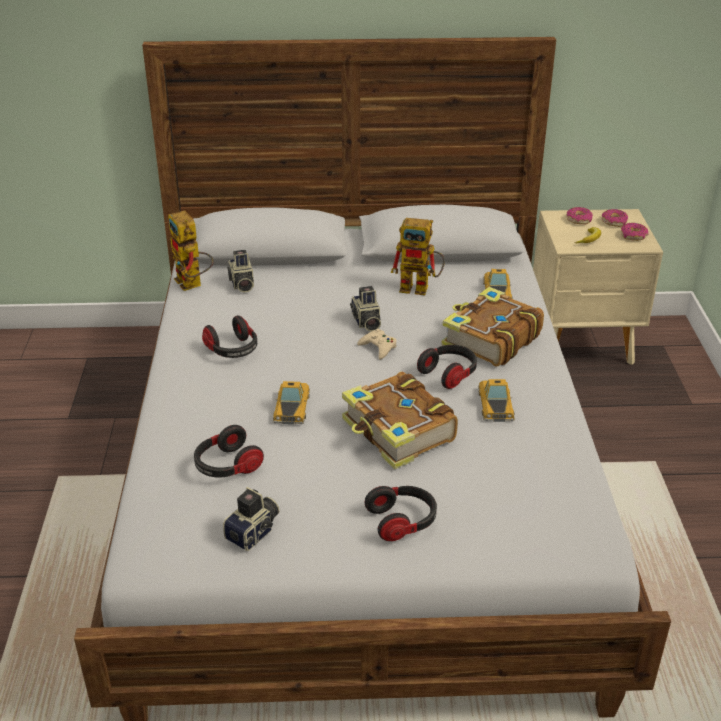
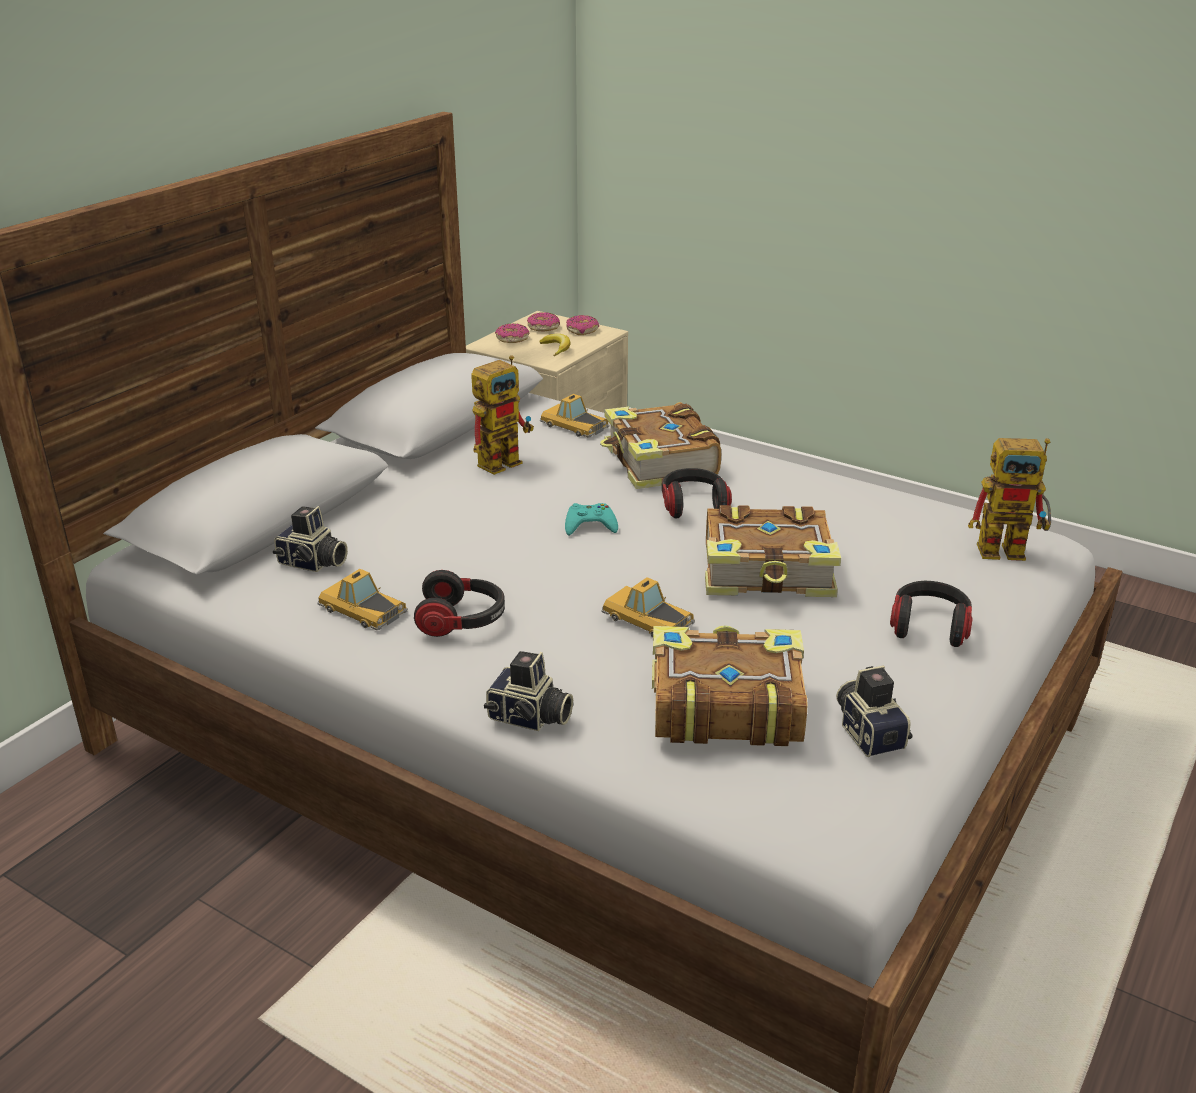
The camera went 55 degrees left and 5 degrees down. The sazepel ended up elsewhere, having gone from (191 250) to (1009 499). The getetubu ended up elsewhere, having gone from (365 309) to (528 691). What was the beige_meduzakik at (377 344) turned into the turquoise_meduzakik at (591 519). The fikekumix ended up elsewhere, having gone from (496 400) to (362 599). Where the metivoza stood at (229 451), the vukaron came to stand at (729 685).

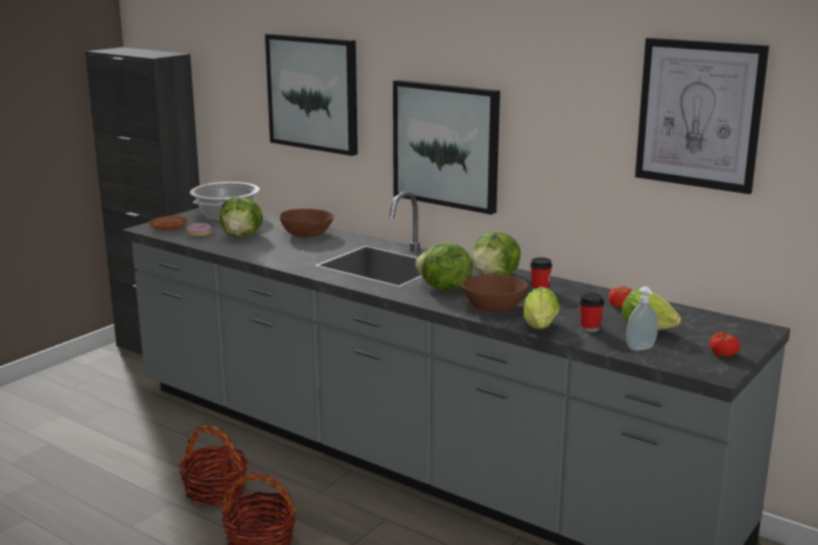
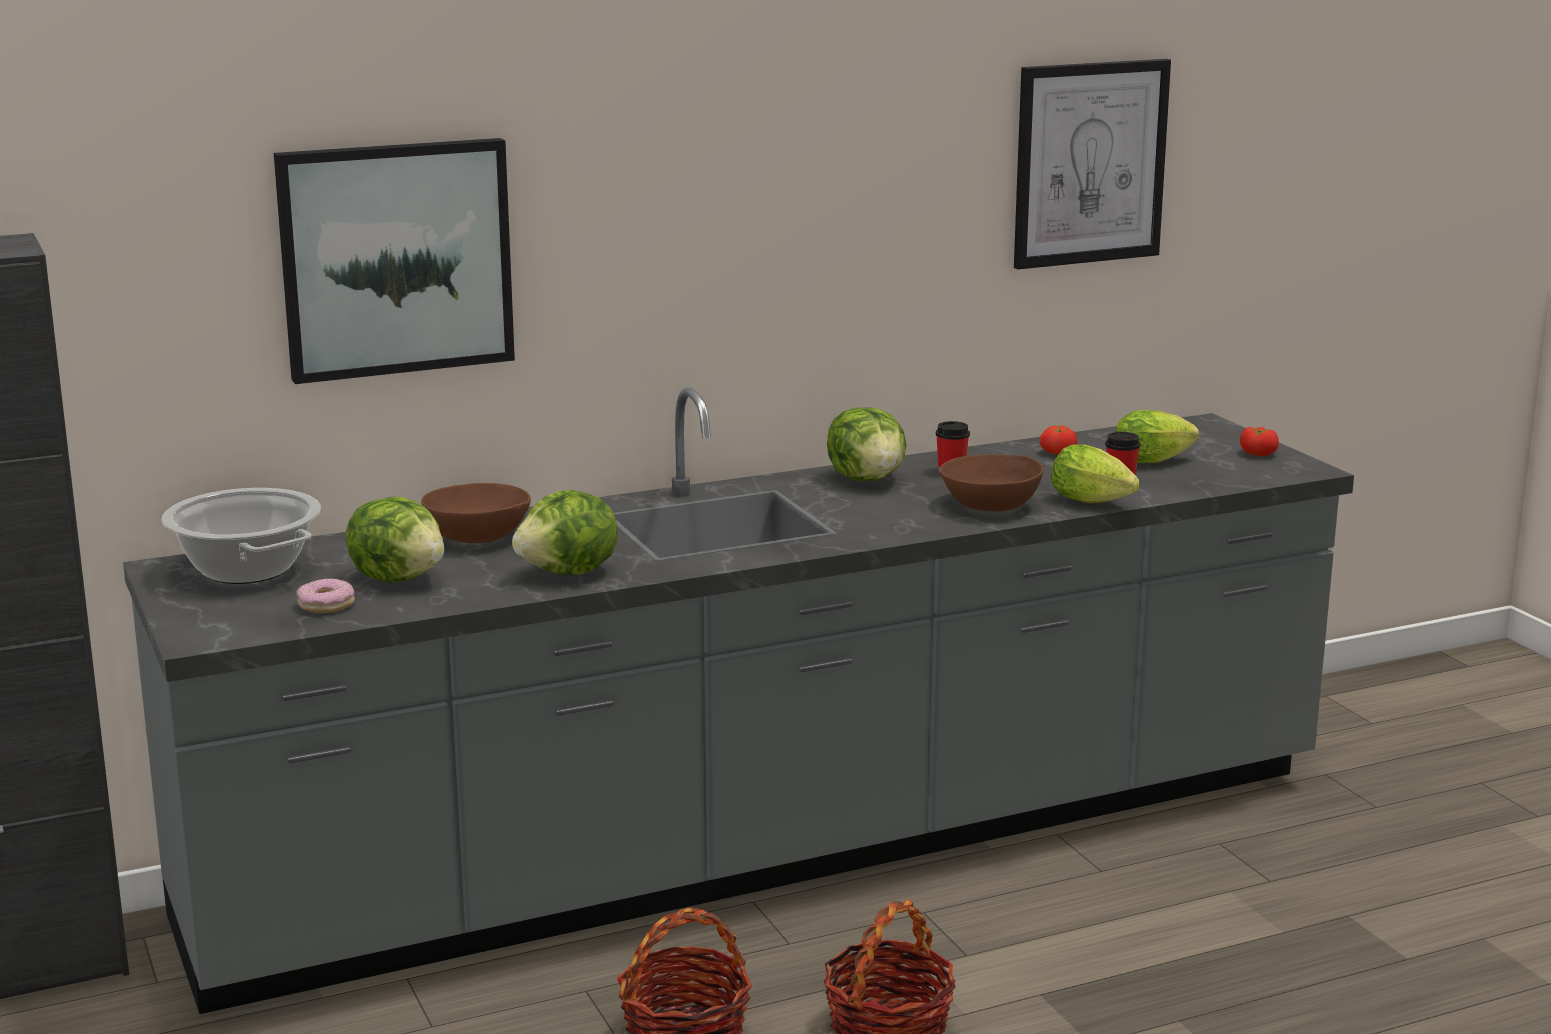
The camera went 60 degrees left and 0 degrees up. The second view lost the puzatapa at (446 147). The second view lost the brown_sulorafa at (168 223). The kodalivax ended up elsewhere, having gone from (444 266) to (565 532). The second view lost the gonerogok at (642 319).

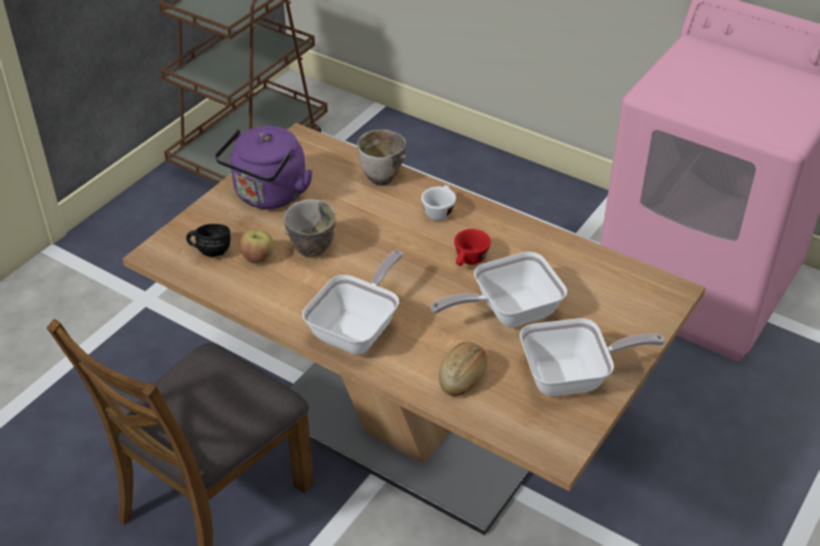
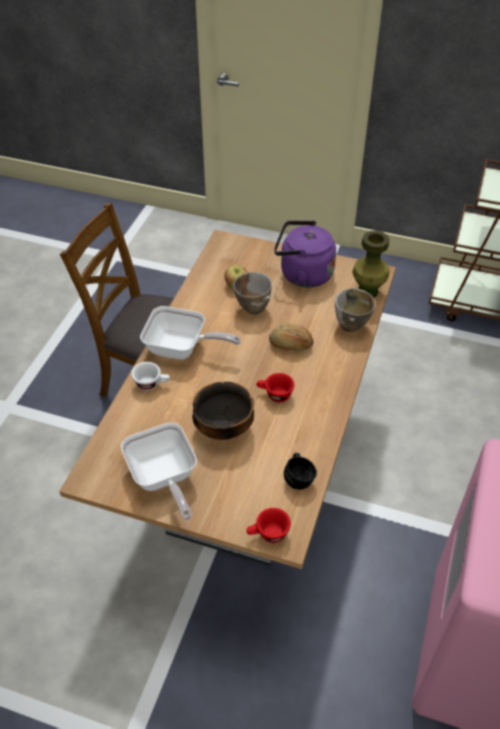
The camera went 75 degrees right and 5 degrees up. The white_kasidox ended up elsewhere, having gone from (438 202) to (150 376). The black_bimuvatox ended up elsewhere, having gone from (208 240) to (300 471). Where the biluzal stood at (498 289), the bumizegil came to stand at (223 411). The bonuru ended up elsewhere, having gone from (463 369) to (291 337). The second view gained the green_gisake at (371 264). The second view gained the red_kasidox at (268 525).

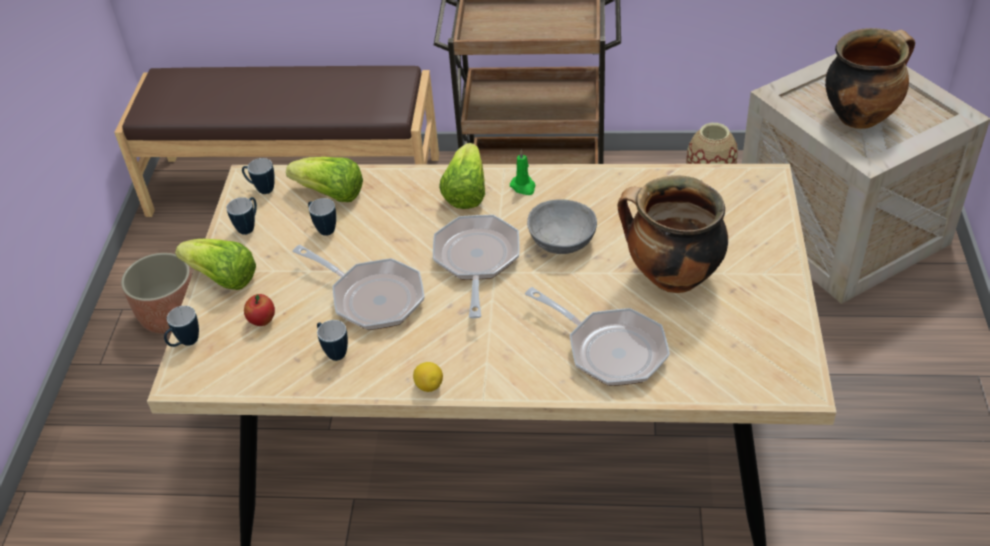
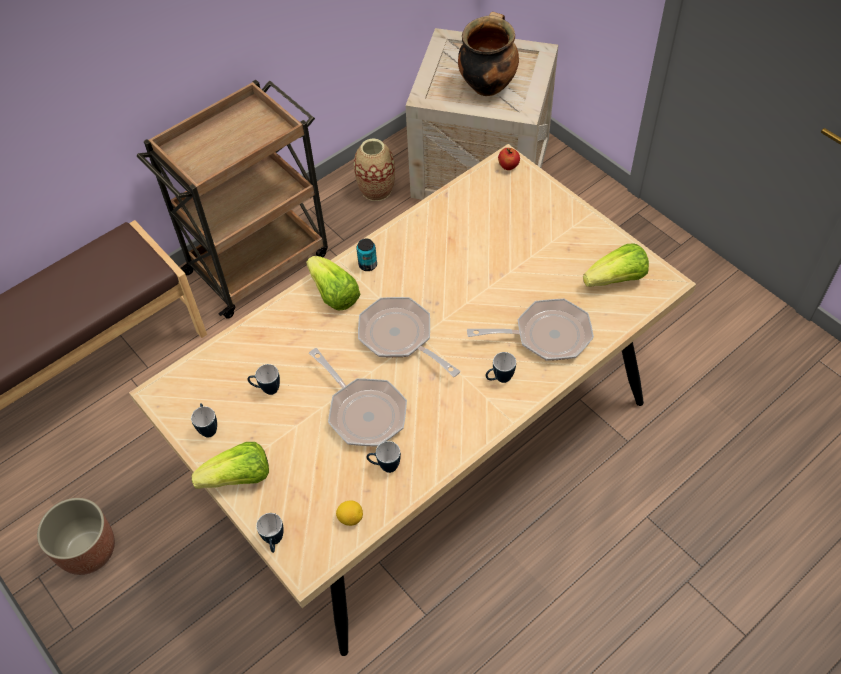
The camera went 45 degrees left and 10 degrees up. Where the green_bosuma stood at (523 172), the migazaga came to stand at (366 255). The kodalivax ended up elsewhere, having gone from (324 179) to (616 265). The bimuvatox ended up elsewhere, having gone from (258 176) to (501 367). The second view lost the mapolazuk at (672 234). The second view lost the grey_bumizegil at (562 226). The biluzal at (358 287) ended up facing another way, 60 degrees clockwise from before. The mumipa ended up elsewhere, having gone from (259 310) to (509 159). The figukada ended up elsewhere, having gone from (428 377) to (349 513).

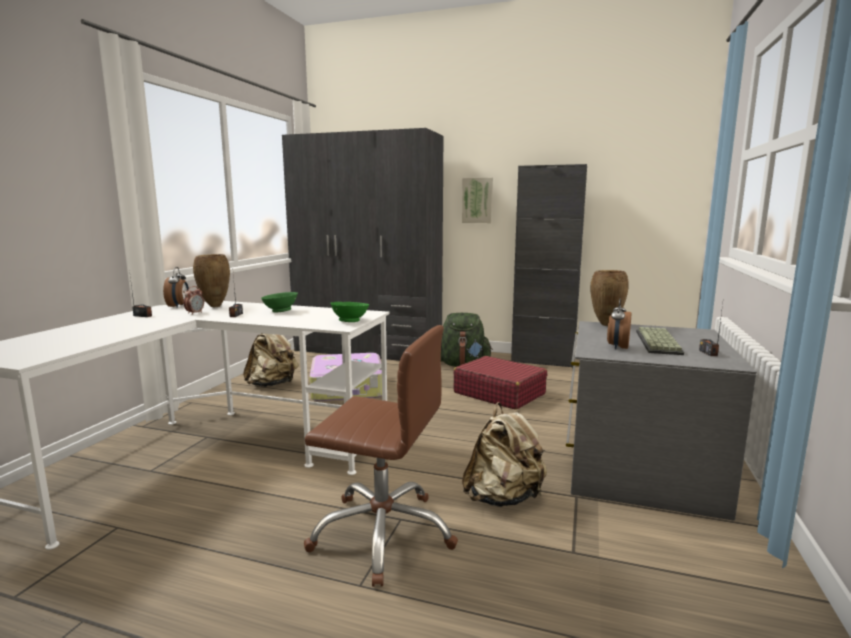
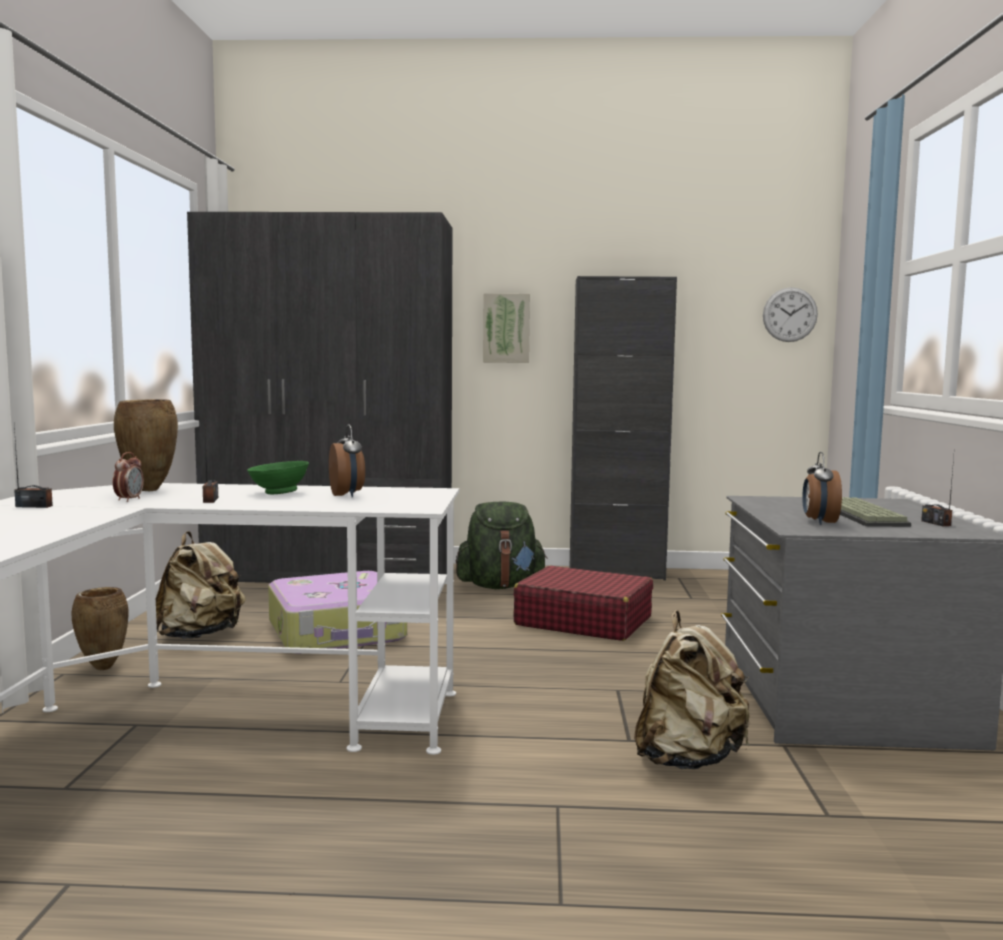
The camera went 15 degrees left and 5 degrees down. The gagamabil ended up elsewhere, having gone from (176 287) to (347 461). The brown_gisake ended up elsewhere, having gone from (609 298) to (100 628). The second view lost the green_bumizegil at (349 312). The second view lost the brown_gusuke at (381 456). The second view gained the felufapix at (790 314).

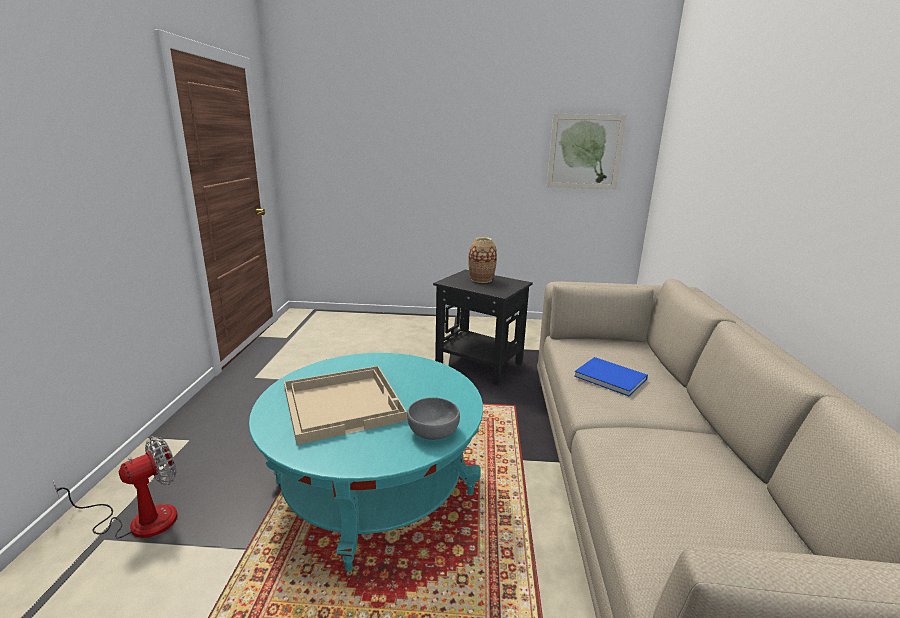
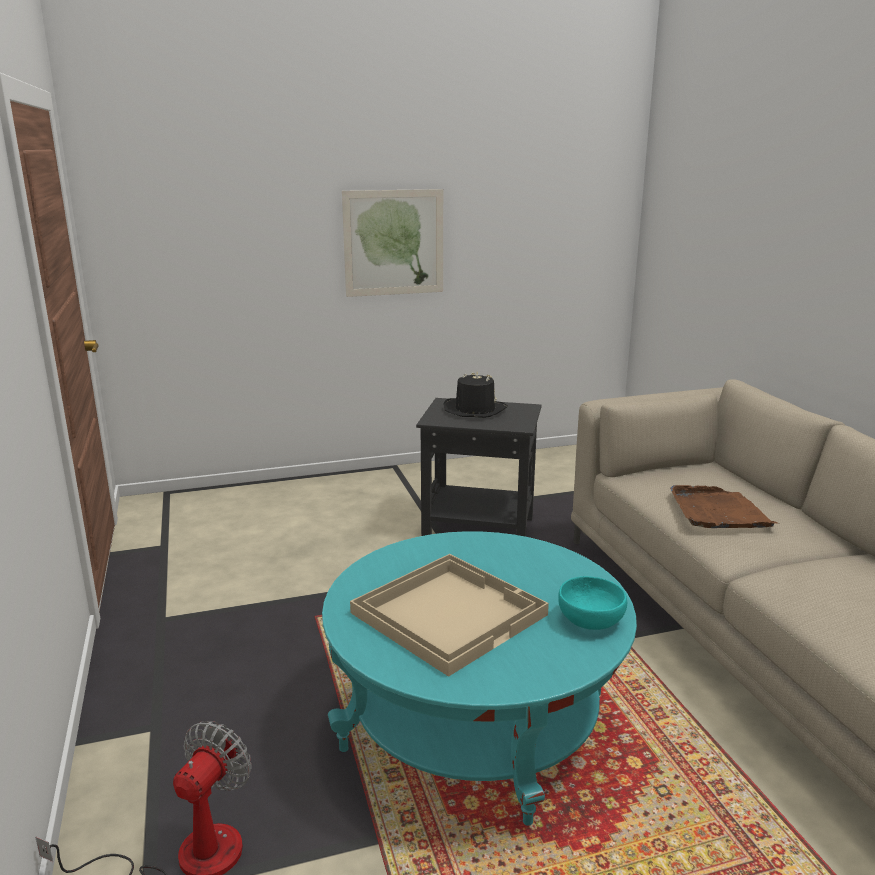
The camera went 20 degrees left and 0 degrees up. The puzatapa ended up elsewhere, having gone from (586 151) to (392 243). Where the gisake stood at (482 260), the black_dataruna came to stand at (476 395). Where the blue_vukaron stood at (611 376), the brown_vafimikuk came to stand at (724 506). What was the grey_bumizegil at (433 418) turned into the turquoise_bumizegil at (592 603).

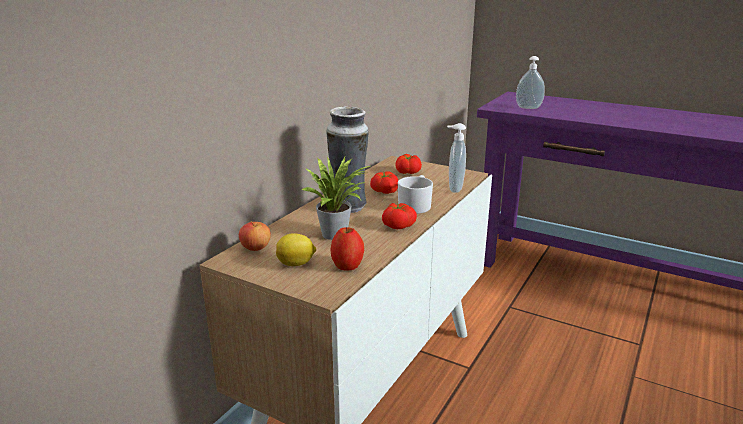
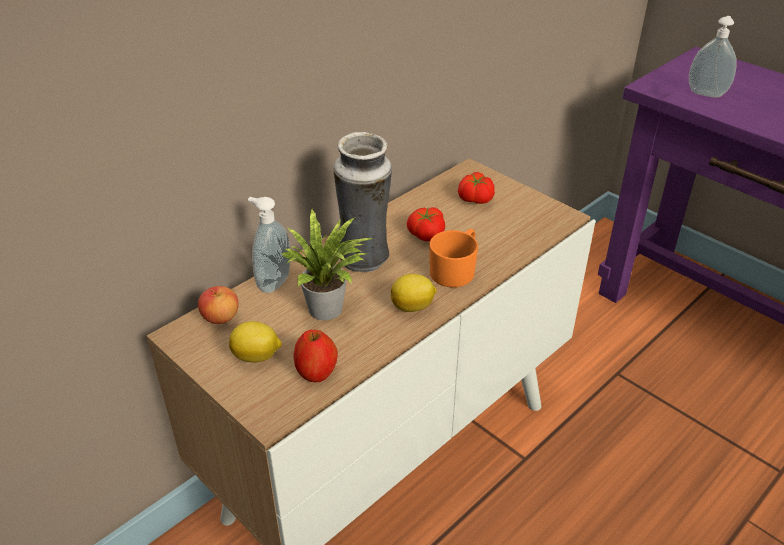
The camera went 15 degrees right and 15 degrees up. The gonerogok ended up elsewhere, having gone from (456 158) to (269 245). What was the white_bimuvatox at (415 194) turned into the orange_bimuvatox at (453 258). Where the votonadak stood at (399 216), the figukada came to stand at (414 293).

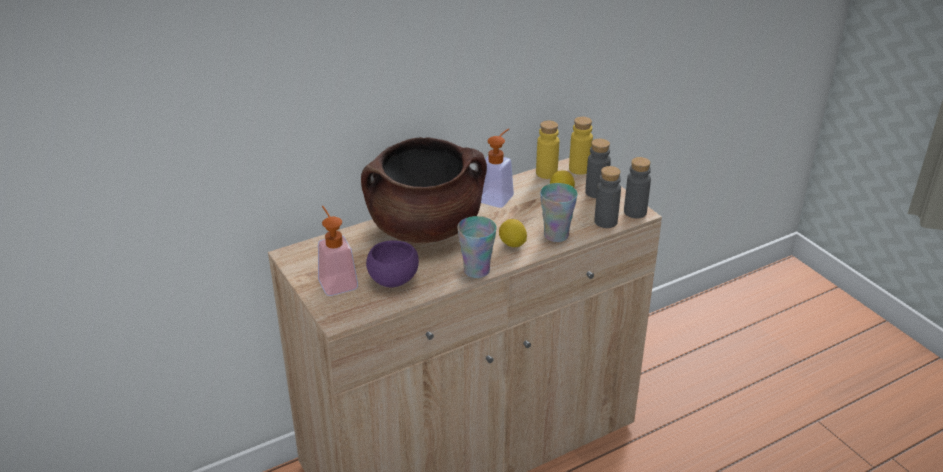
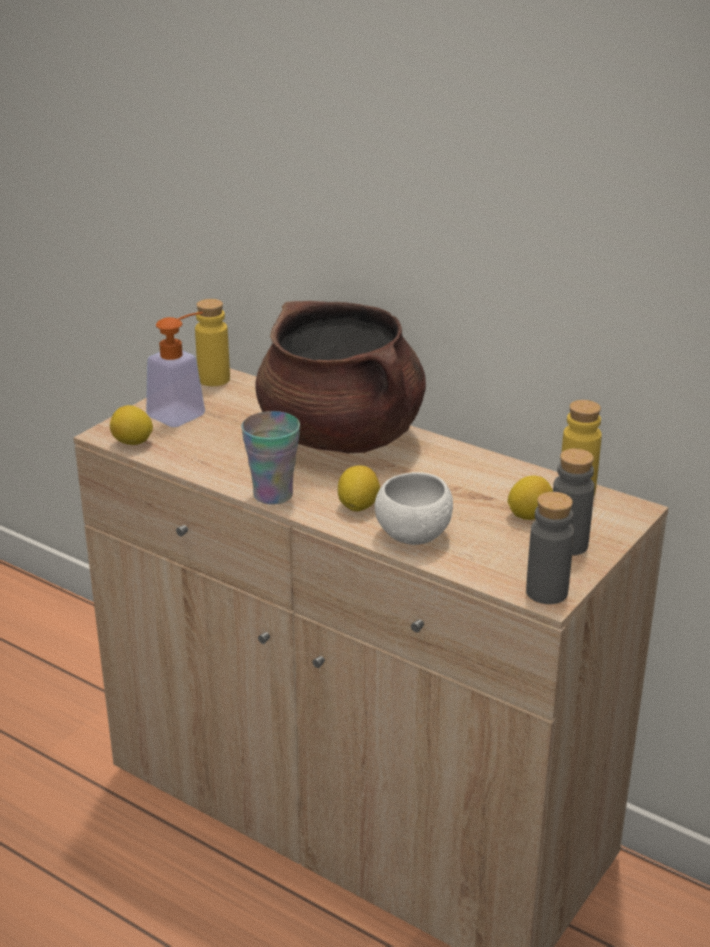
The camera went 65 degrees right and 5 degrees down. The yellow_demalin ended up elsewhere, having gone from (581 146) to (212 342). The second view lost the gonerogok at (497 168). The second view lost the grey_demalin at (607 197). Where the kasidox stood at (559 212), the white_bumizegil came to stand at (414 508). The second view lost the purple_bumizegil at (392 263). The second view gained the figukada at (131 425).

